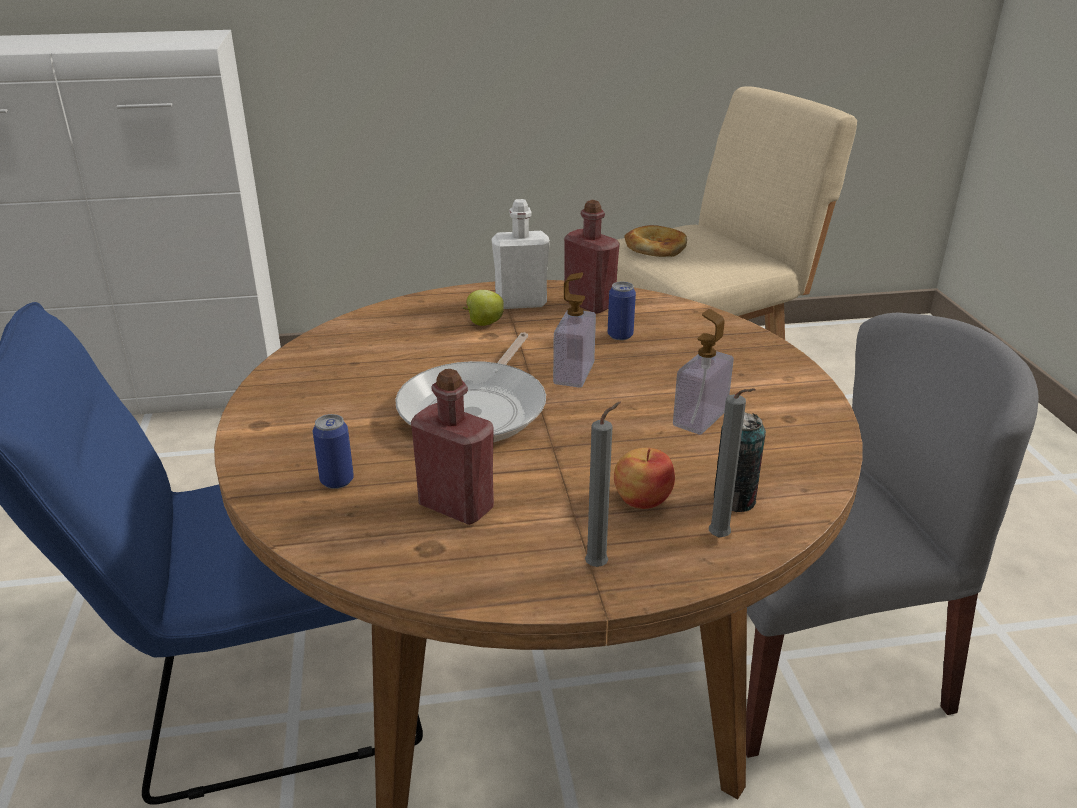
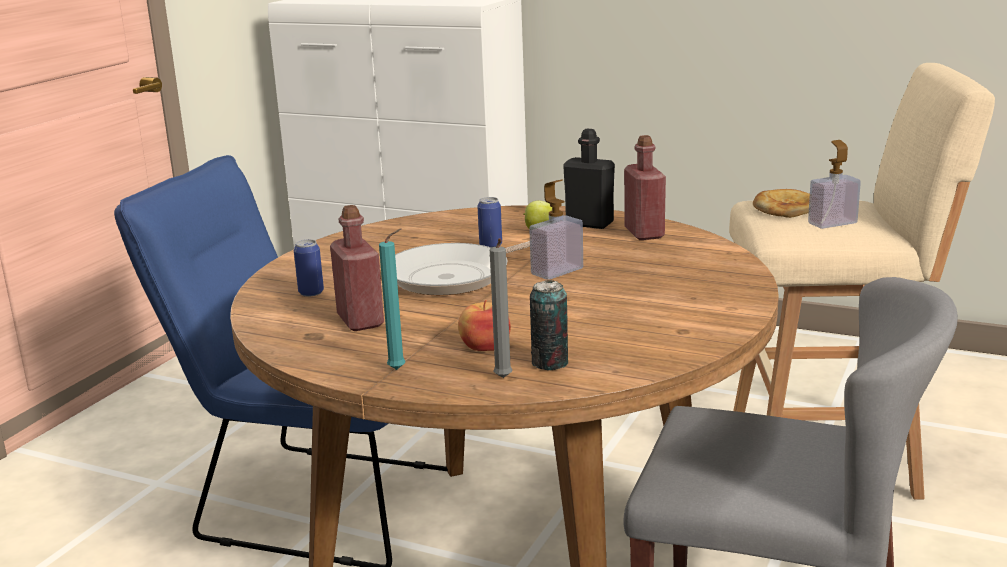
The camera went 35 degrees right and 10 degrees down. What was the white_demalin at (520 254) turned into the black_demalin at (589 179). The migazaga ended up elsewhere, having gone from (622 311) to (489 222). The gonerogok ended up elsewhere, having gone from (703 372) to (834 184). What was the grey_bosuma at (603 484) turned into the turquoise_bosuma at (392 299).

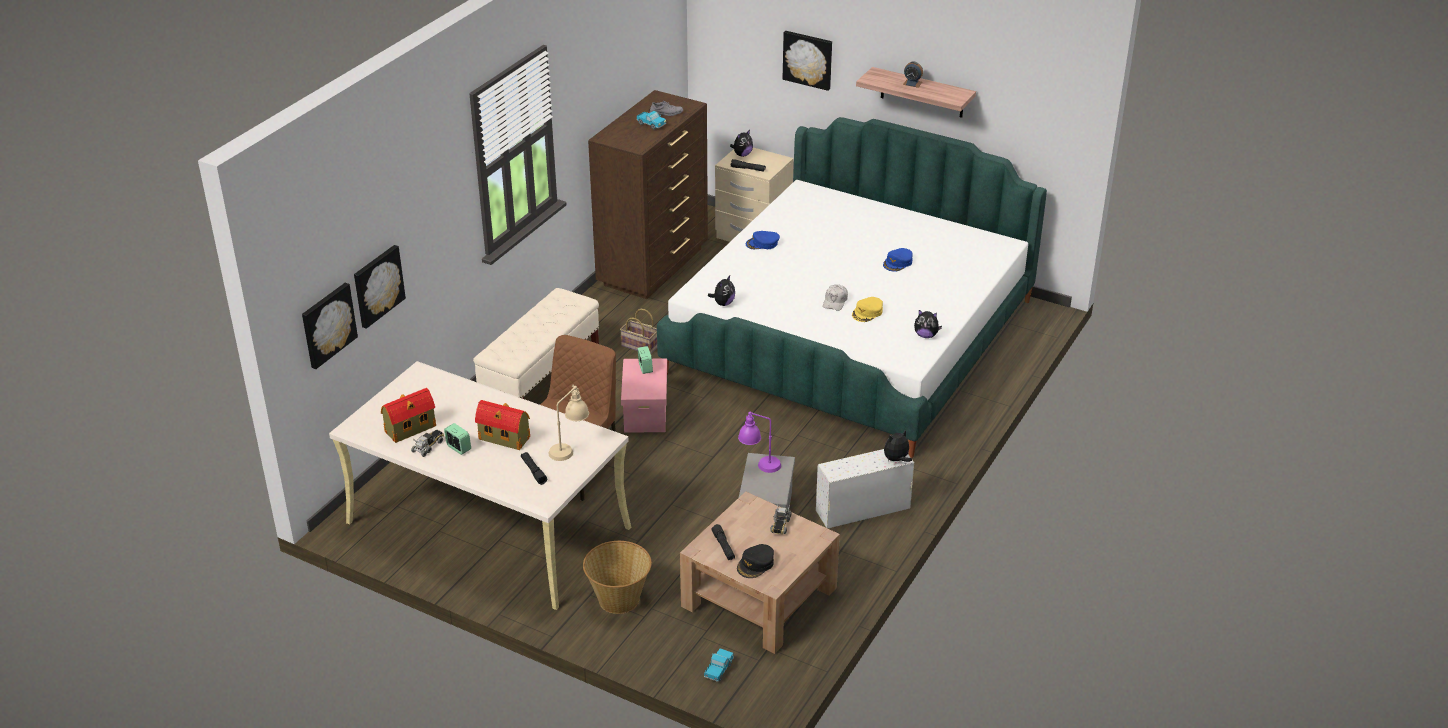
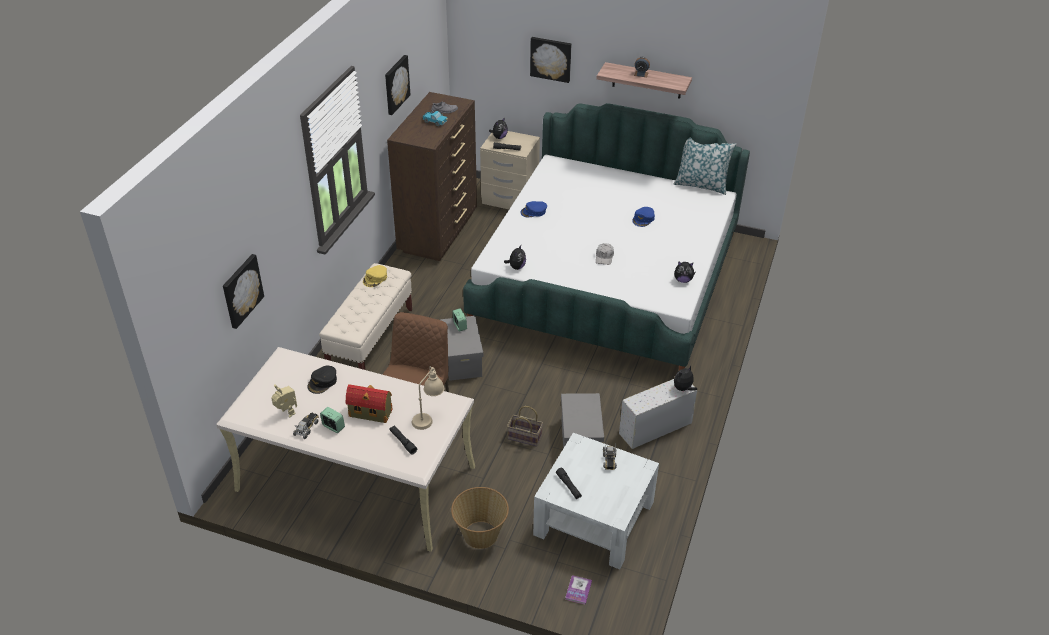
The camera went 10 degrees left and 5 degrees up. The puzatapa ended up elsewhere, having gone from (330 326) to (397 85). The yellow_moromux ended up elsewhere, having gone from (867 309) to (375 276). The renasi ended up elsewhere, having gone from (638 331) to (525 426). What was the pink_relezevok at (644 396) turned into the grey_relezevok at (461 348). Where the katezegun stood at (408 415), the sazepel came to stand at (284 401). The second view lost the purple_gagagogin at (759 442). What was the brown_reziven at (760 573) turned into the white_reziven at (596 501). The black_moromux ended up elsewhere, having gone from (755 561) to (322 380). Where the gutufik stood at (719 665), the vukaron came to stand at (578 590). The second view gained the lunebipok at (705 166).

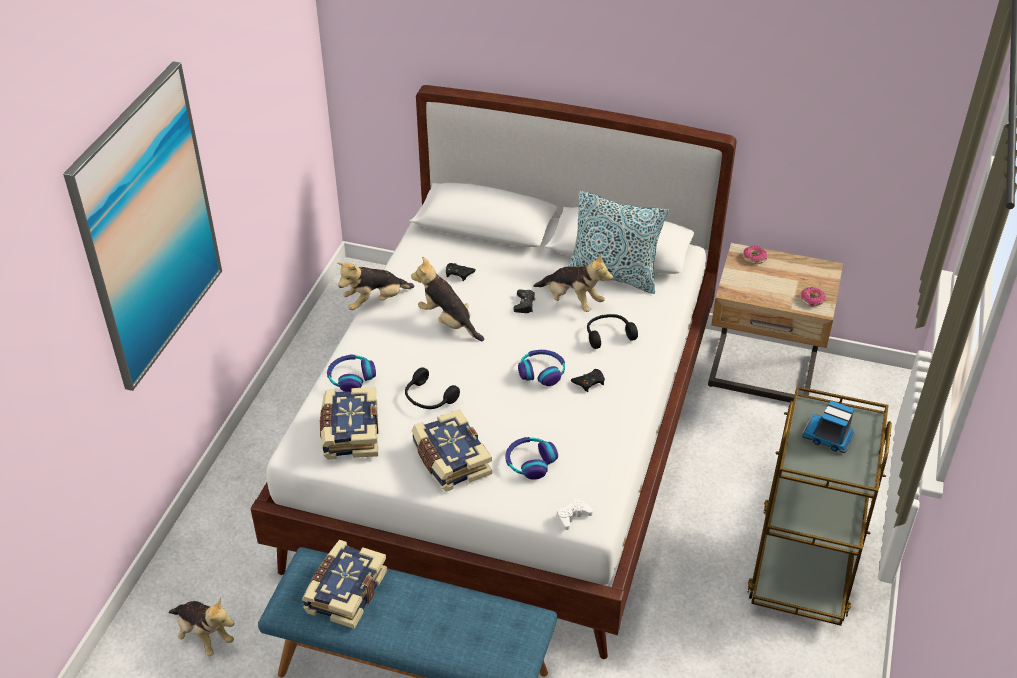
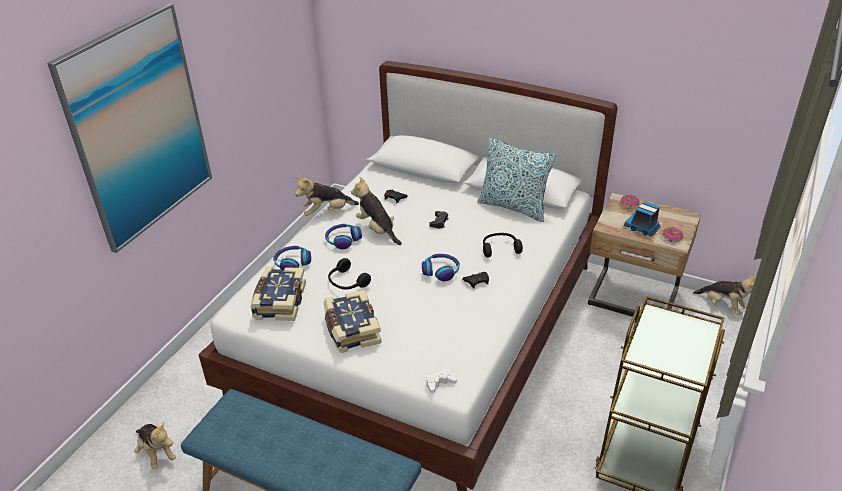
The camera went 10 degrees right and 5 degrees down. The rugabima ended up elsewhere, having gone from (573 283) to (724 294). The gutufik ended up elsewhere, having gone from (828 427) to (642 218). The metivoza ended up elsewhere, having gone from (531 458) to (343 236). The second view lost the vukaron at (344 584).

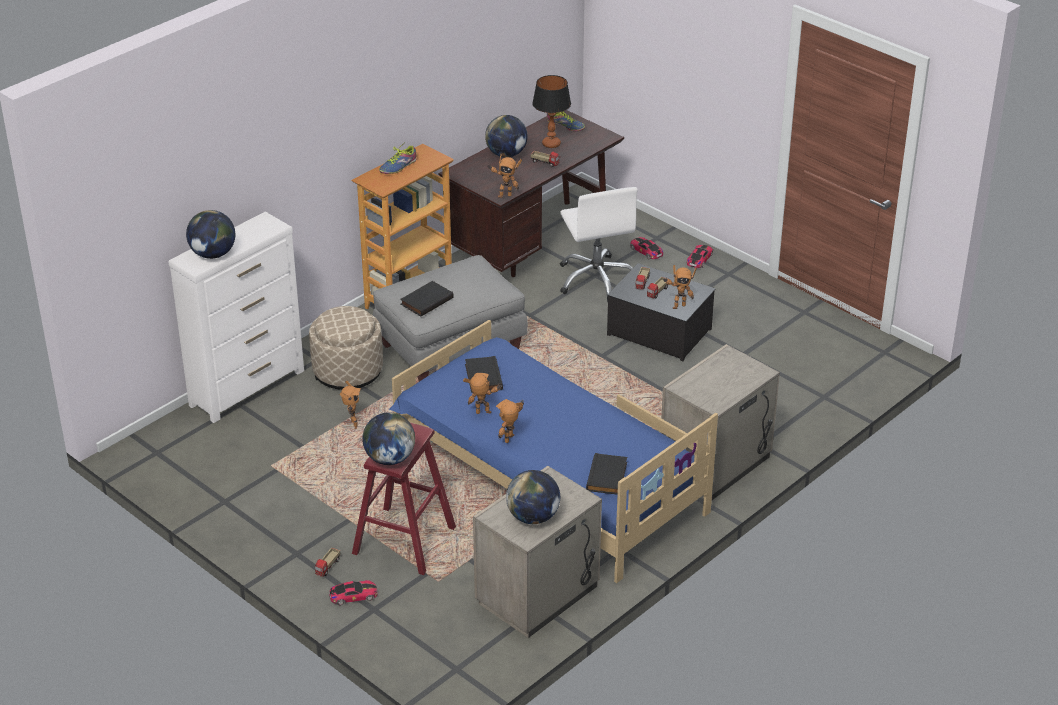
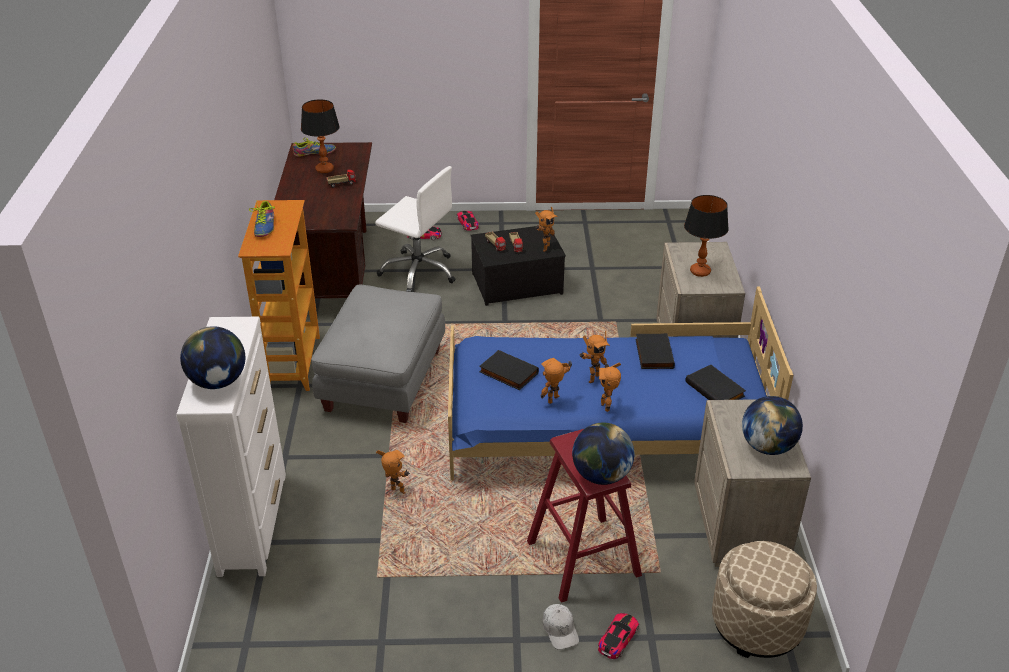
The camera went 45 degrees left and 0 degrees up. The second view lost the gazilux at (506 136). The sazepel ended up elsewhere, having gone from (504 176) to (595 357). The black_vukaron ended up elsewhere, having gone from (427 299) to (655 351). The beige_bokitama ended up elsewhere, having gone from (346 348) to (764 599). Where the gutufik stood at (327 562), the white_moromux came to stand at (561 627). The second view gained the gagagogin at (706 236).

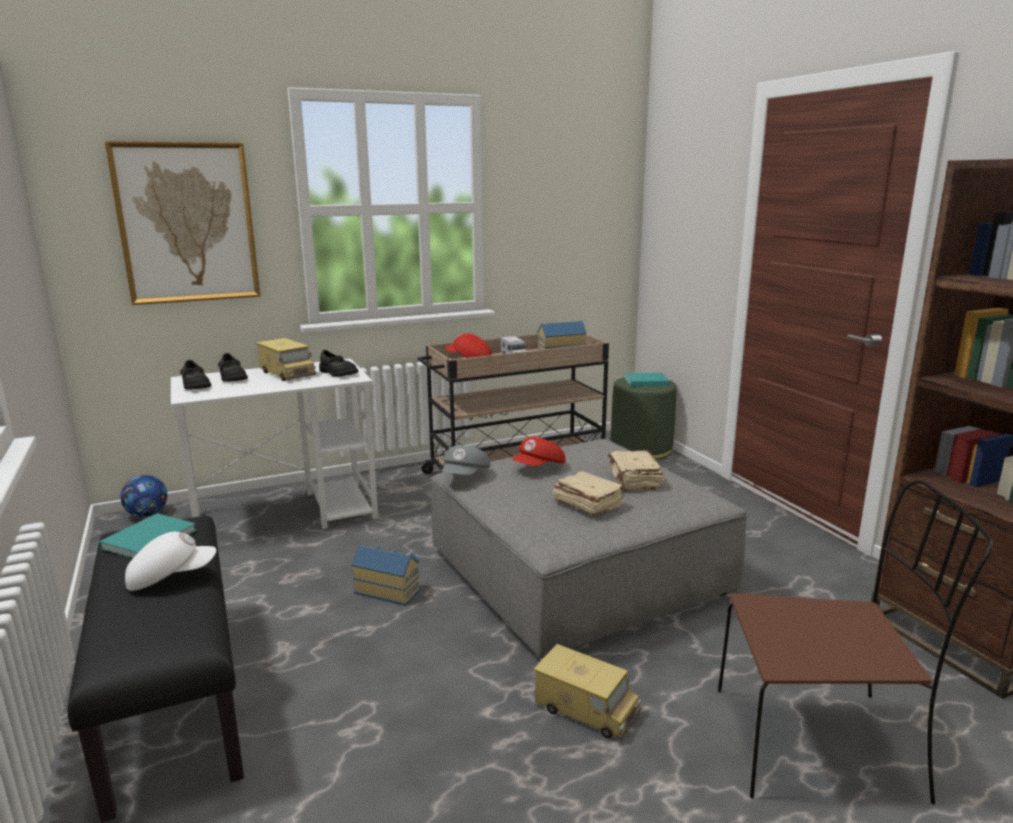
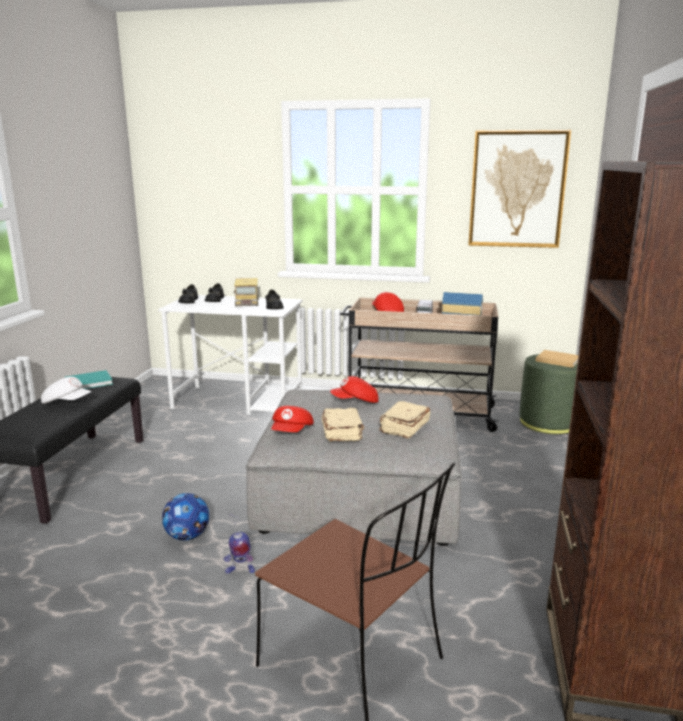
The camera went 35 degrees right and 0 degrees up. The puzatapa ended up elsewhere, having gone from (182 223) to (519 189). What was the turquoise_vukaron at (647 379) turned into the beige_vukaron at (557 359). The second view lost the grey_moromux at (466 460). The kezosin ended up elsewhere, having gone from (143 496) to (185 517). The second view lost the katezegun at (386 575). Where the gutufik stood at (587 692), the sazepel came to stand at (239 544). The second view gained the red_moromux at (292 419).

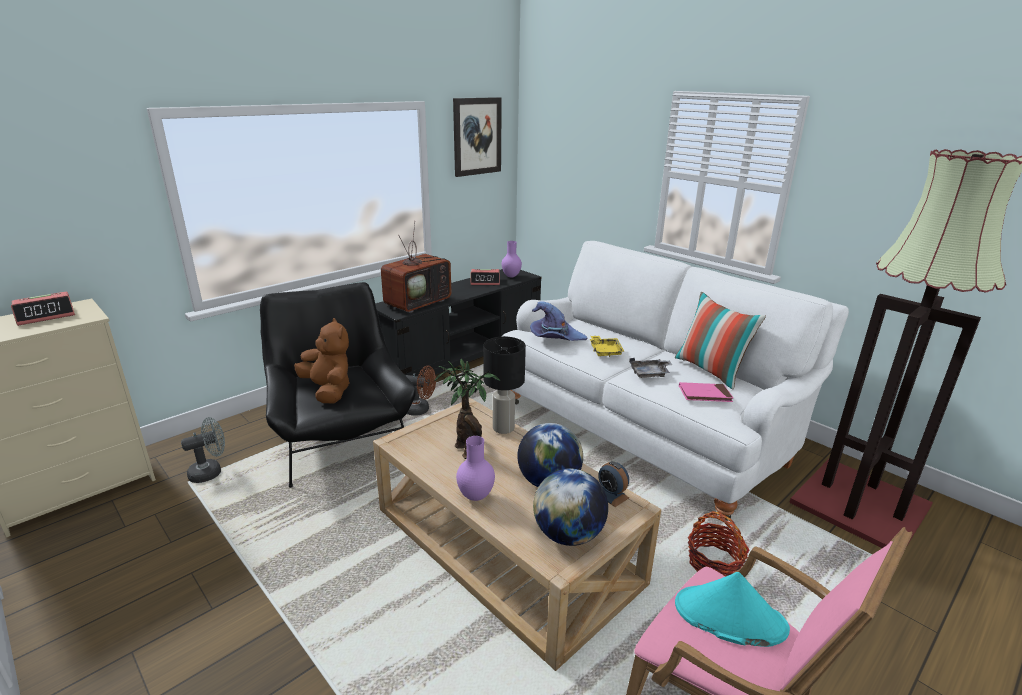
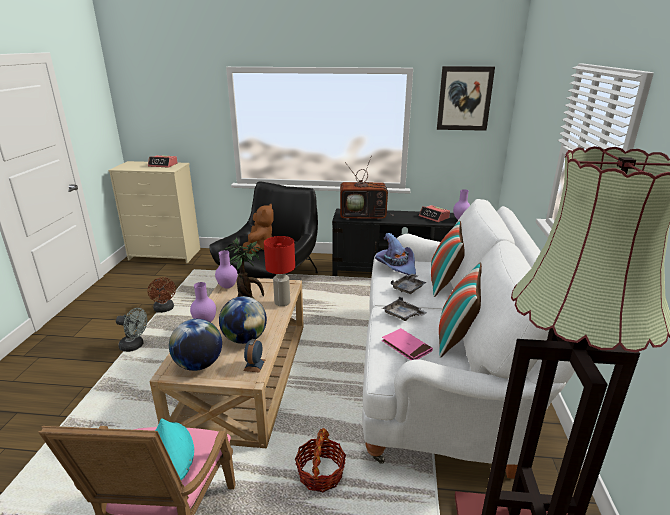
The camera went 50 degrees right and 0 degrees up. What was the black_gagagogin at (504 385) turned into the red_gagagogin at (279 271). What was the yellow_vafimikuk at (607 346) turned into the grey_vafimikuk at (409 283). The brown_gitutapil ended up elsewhere, having gone from (420 391) to (162 295). The grey_gitutapil ended up elsewhere, having gone from (203 450) to (131 330). The second view gained the lunebipok at (448 259). The second view gained the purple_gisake at (226 269).

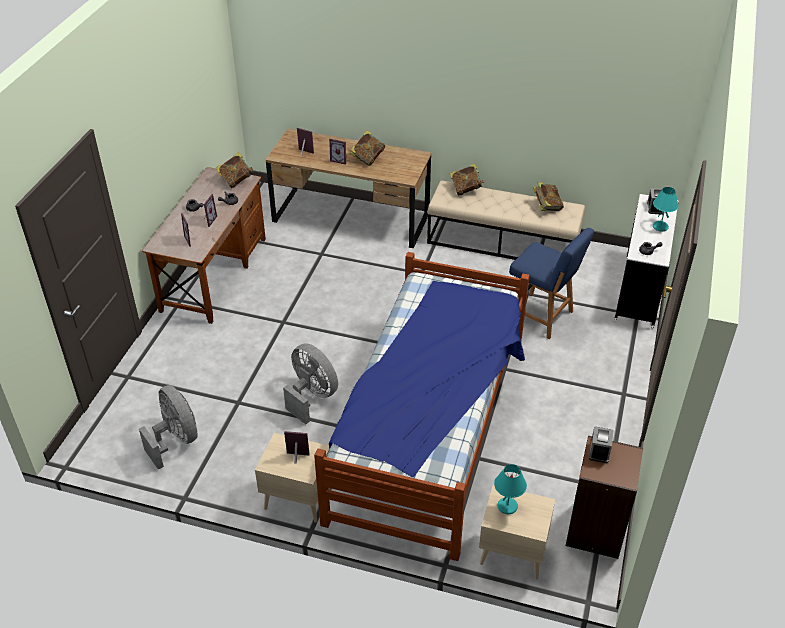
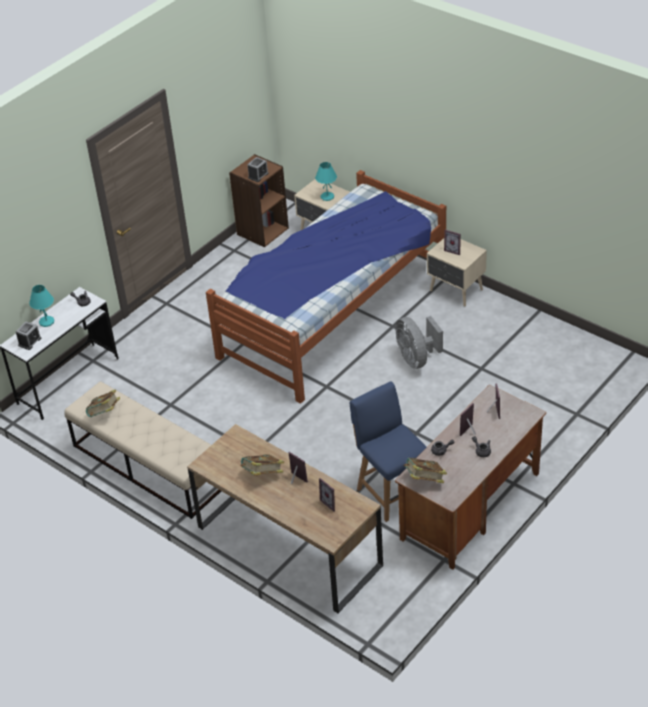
The camera went 155 degrees left and 0 degrees up. The second view lost the vukaron at (467 180). The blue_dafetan ended up elsewhere, having gone from (551 283) to (388 451). The second view lost the grey_gitutapil at (168 427).

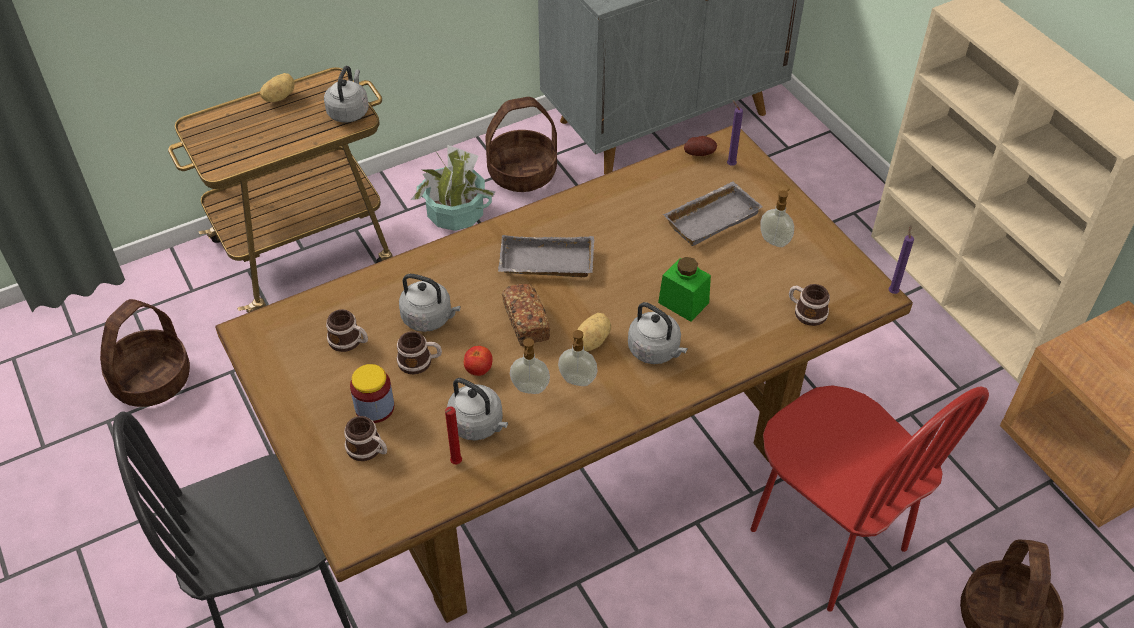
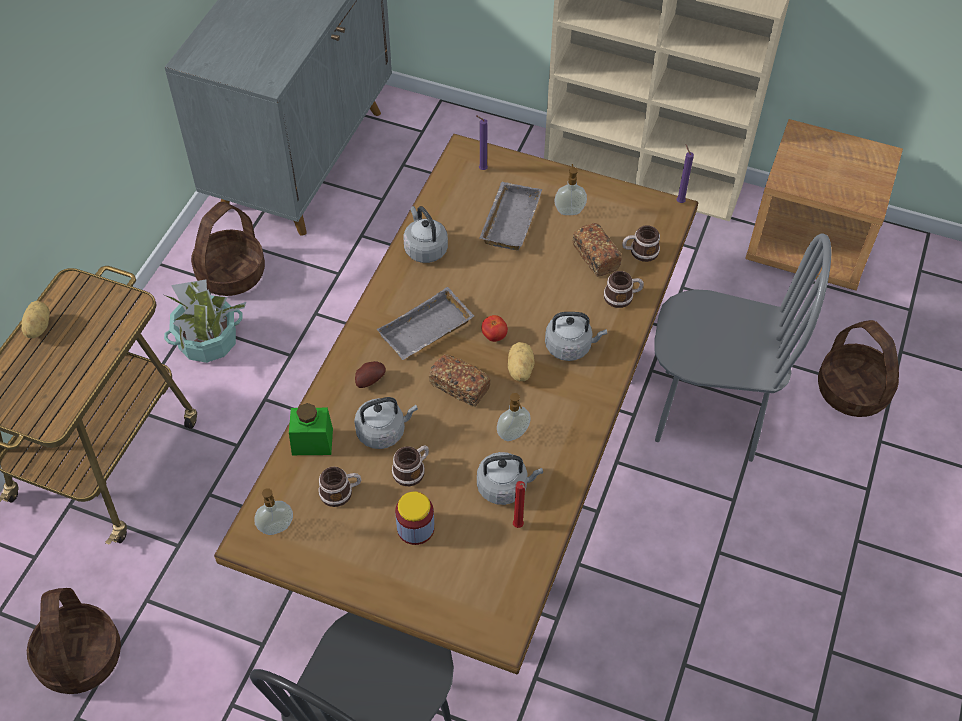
The camera went 40 degrees left and 5 degrees up. The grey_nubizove ended up elsewhere, having gone from (346 94) to (426 234). The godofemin ended up elsewhere, having gone from (700 146) to (370 374). The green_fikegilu ended up elsewhere, having gone from (684 289) to (311 429). The gonerogok ended up elsewhere, having gone from (578 358) to (273 511). The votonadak ended up elsewhere, having gone from (478 361) to (495 328). What was the red_dafetan at (870 498) turned into the grey_dafetan at (742 347). The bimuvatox ended up elsewhere, having gone from (365 438) to (624 289). The second view gained the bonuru at (597 250).

